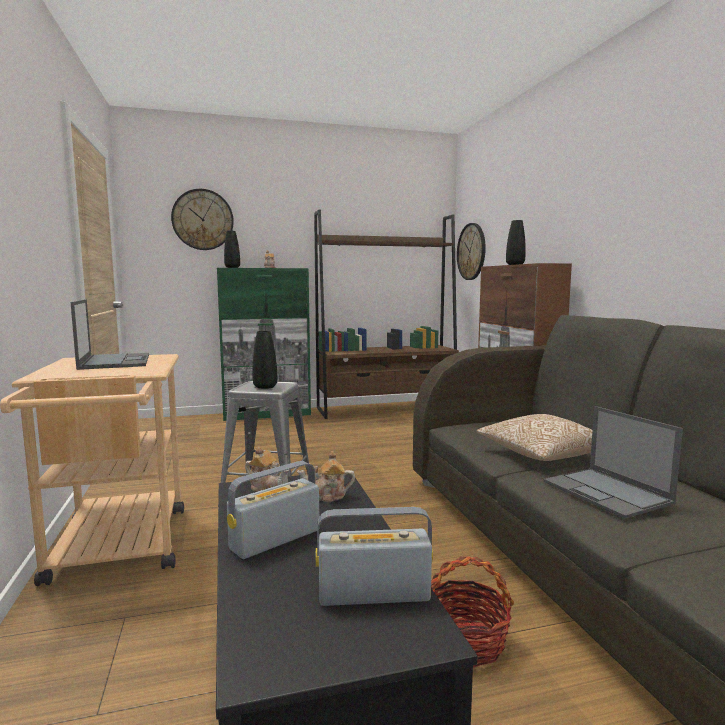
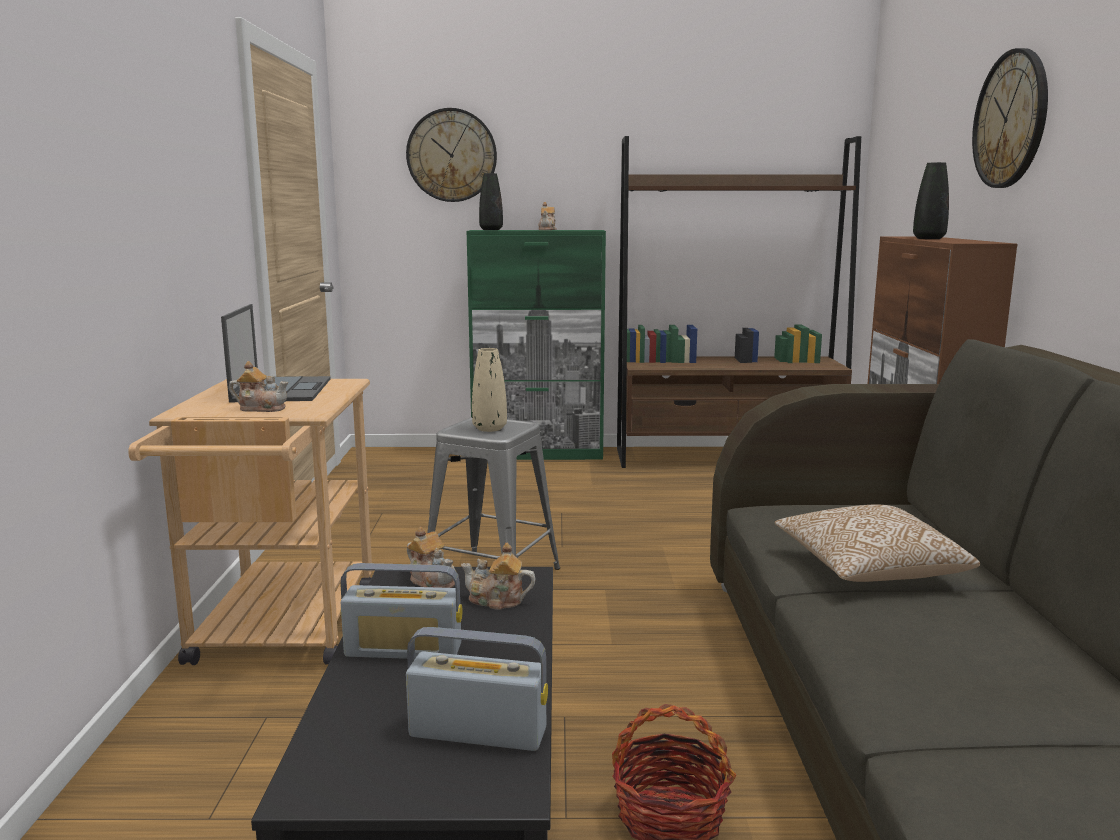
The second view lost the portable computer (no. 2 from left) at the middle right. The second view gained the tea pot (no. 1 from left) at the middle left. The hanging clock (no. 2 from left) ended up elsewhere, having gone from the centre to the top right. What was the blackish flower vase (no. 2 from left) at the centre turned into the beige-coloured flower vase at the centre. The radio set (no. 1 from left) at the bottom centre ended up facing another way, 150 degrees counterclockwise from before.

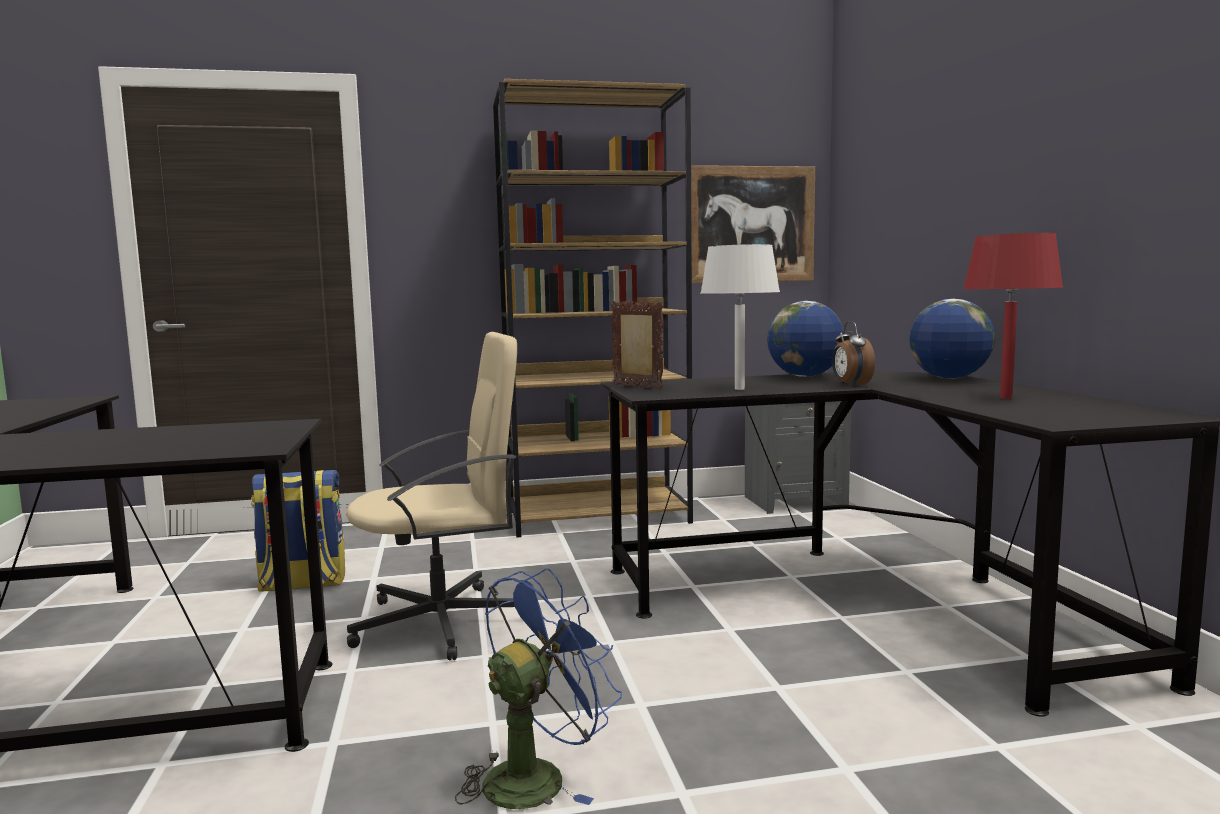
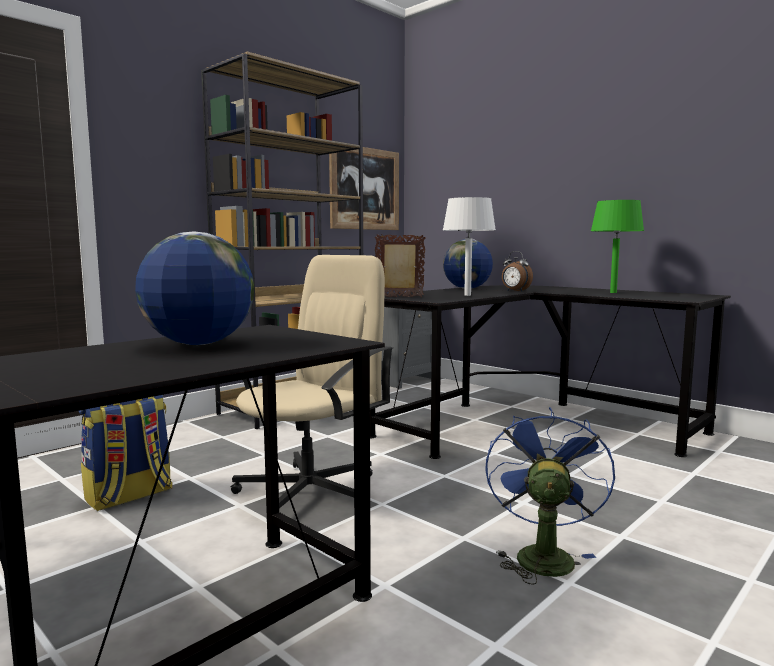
The desk globe (no. 2 from left in the first image) ended up elsewhere, having gone from the middle right to the middle left. What was the red-coloured lamp for a table at the middle right turned into the greenish lamp for a table at the middle right.

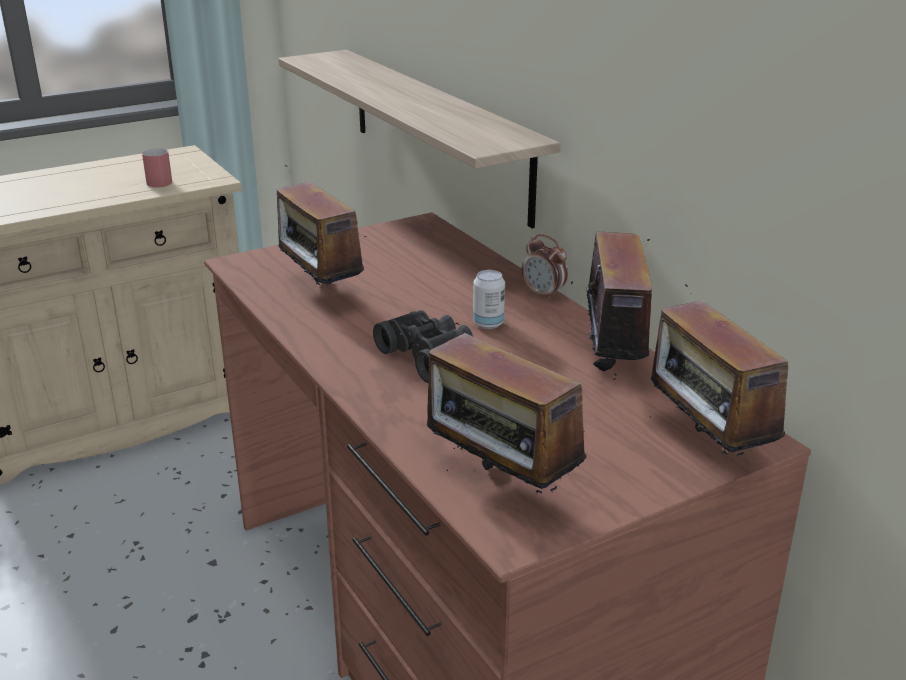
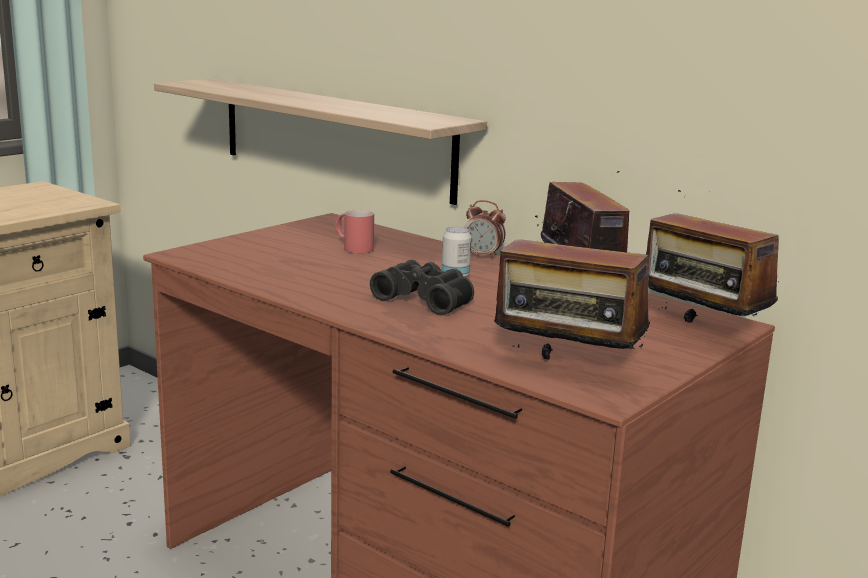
The second view lost the radio set (no. 1 from left) at the top centre. The red-coloured coffee mug ended up elsewhere, having gone from the top left to the centre.

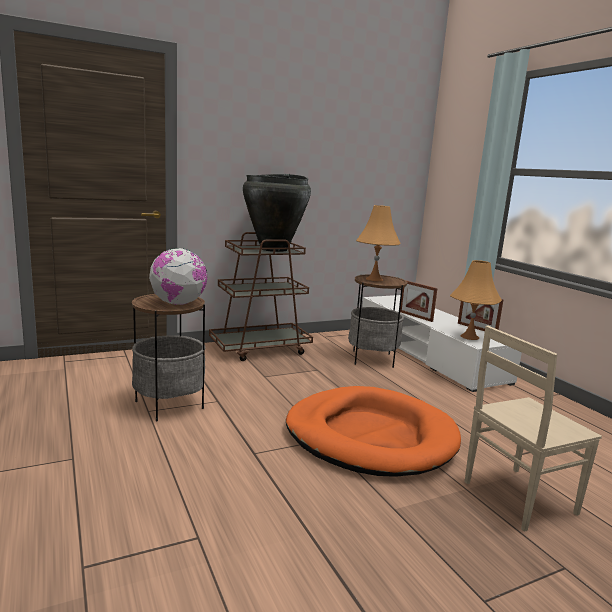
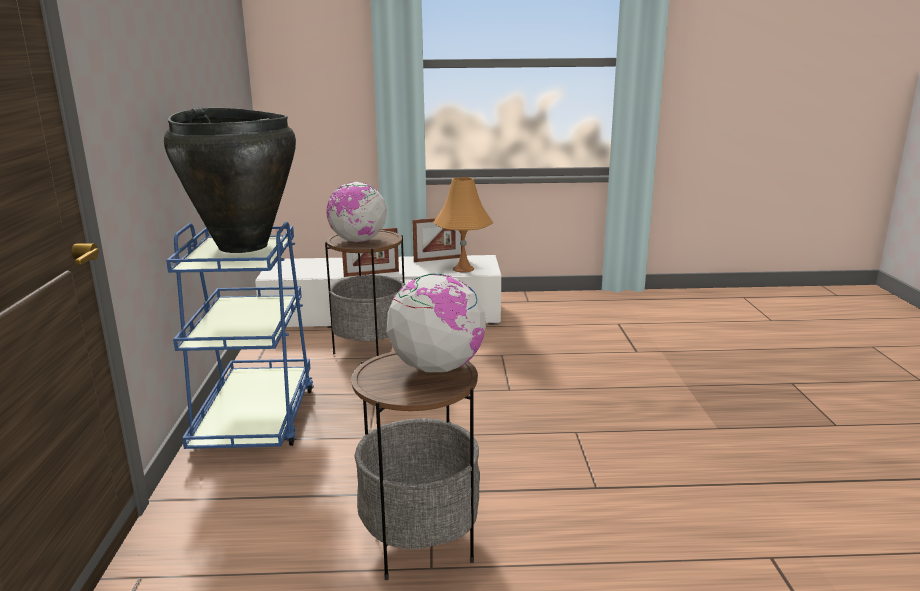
The second view lost the orange pet bed at the bottom centre. The second view lost the beige-coloured plain chair at the bottom right. Where the orange lamp for a table (no. 1 from left) stood at the centre, the desk globe (no. 1 from left) came to stand at the centre. What was the brown-coloured trolley at the centre turned into the blue trolley at the middle left.

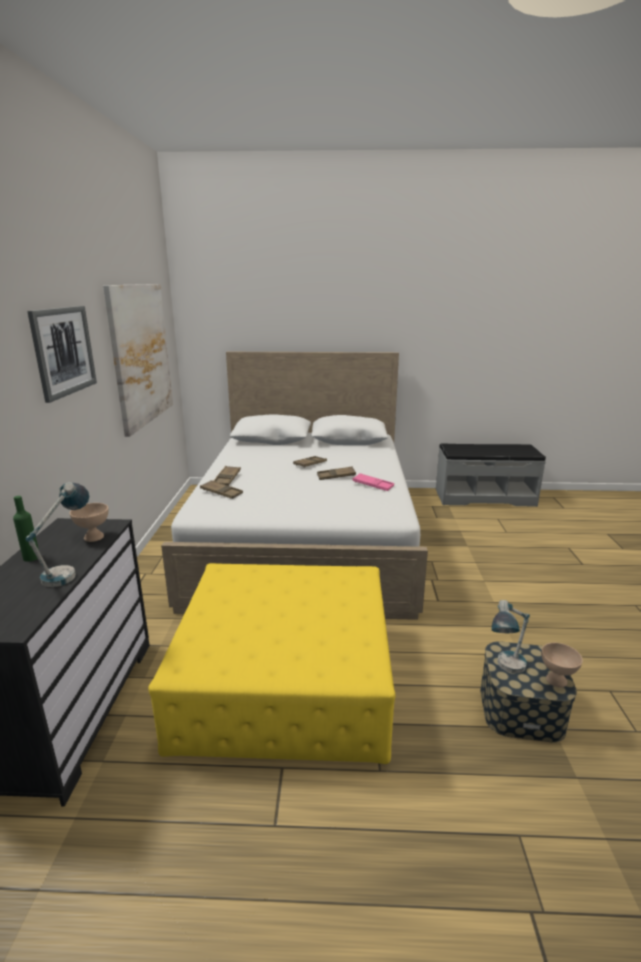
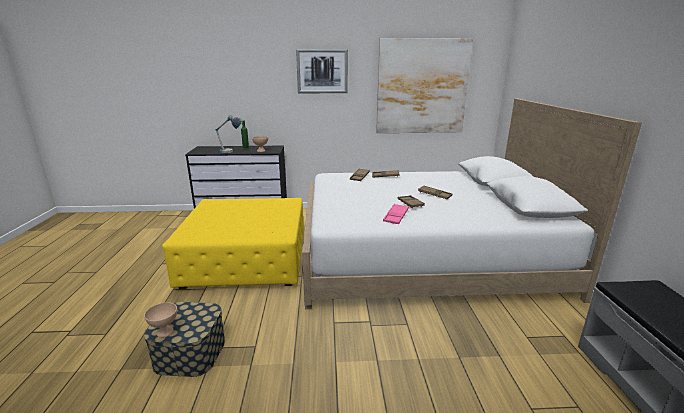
The second view lost the lamp for a table (no. 2 from left) at the middle right.

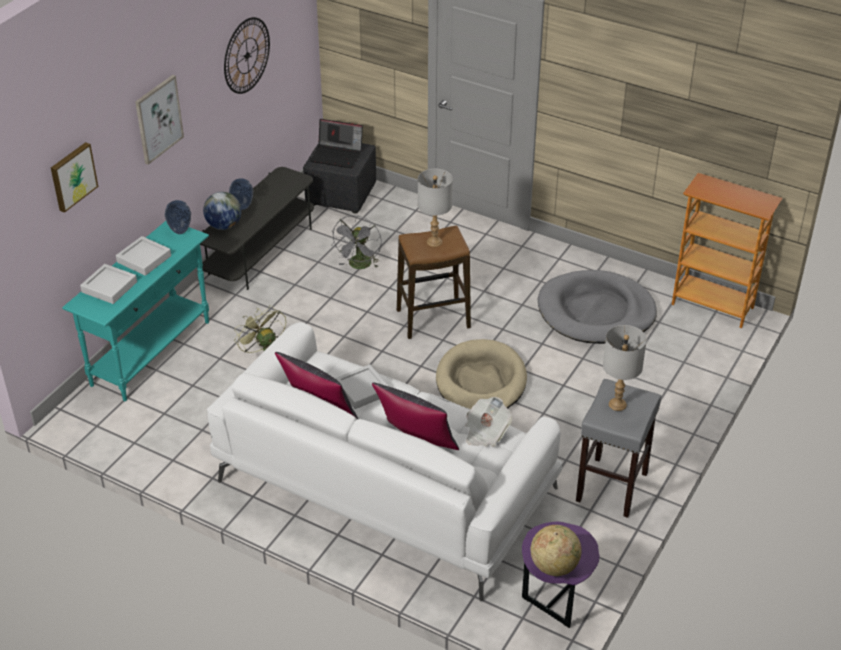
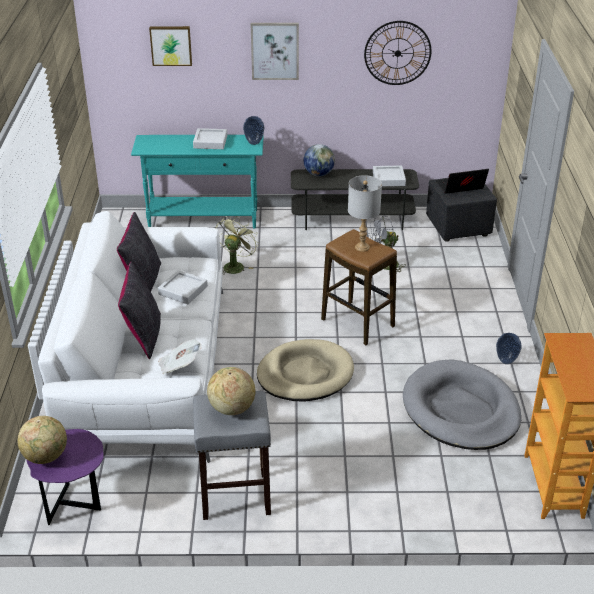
The greyish serving tray (no. 1 from left in the first image) ended up elsewhere, having gone from the middle left to the top centre. The flower vase (no. 2 from left) ended up elsewhere, having gone from the top left to the middle right. Where the greyish lamp for a table (no. 2 from left) stood at the middle right, the desk globe (no. 2 from left) came to stand at the centre. The portable computer at the top centre ended up facing another way, 90 degrees clockwise from before.

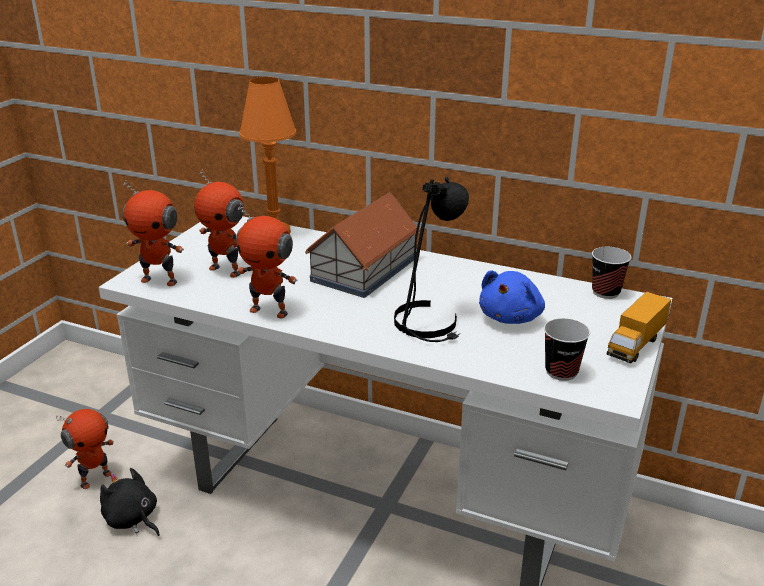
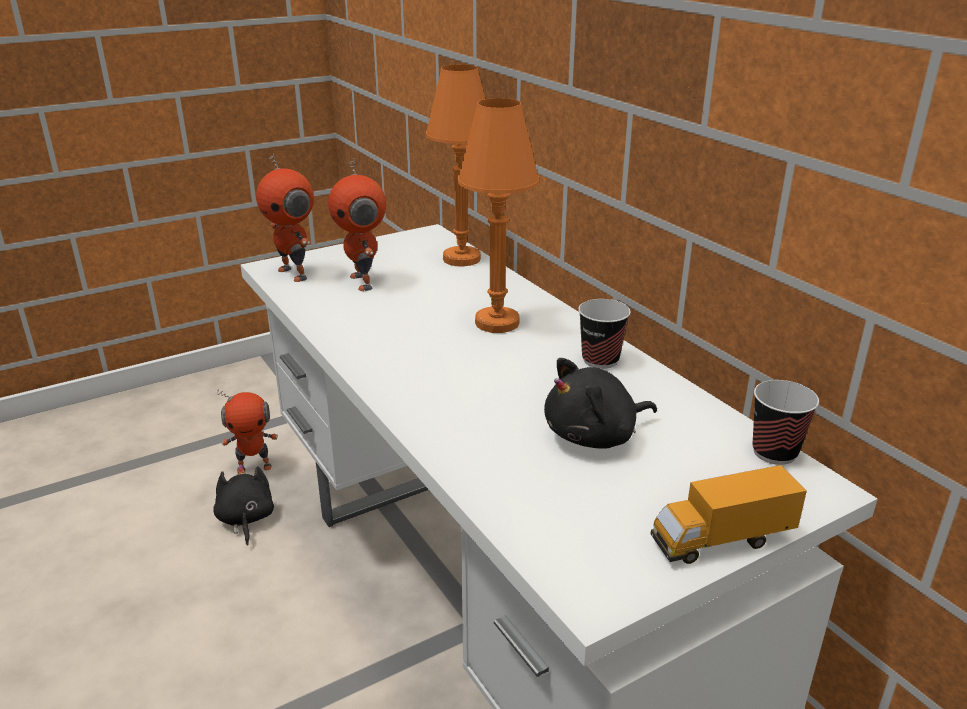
The second view lost the model robot (no. 4 from left) at the centre. The second view lost the blackish lamp for a table at the centre. The small cup (no. 1 from left) ended up elsewhere, having gone from the middle right to the centre. Where the miniature house stood at the centre, the orange lamp for a table (no. 2 from left) came to stand at the top centre. What was the blue cuddly toy at the middle right turned into the blackish cuddly toy (no. 2 from left) at the centre.

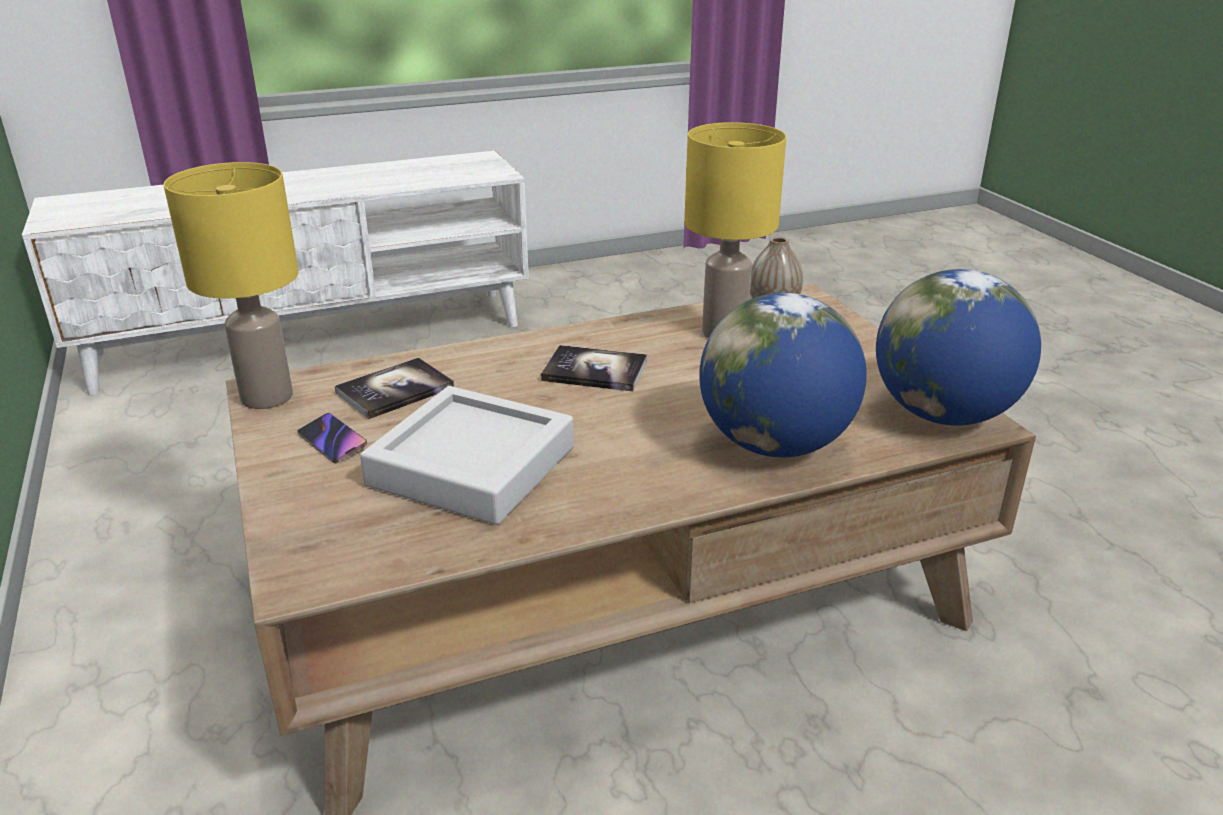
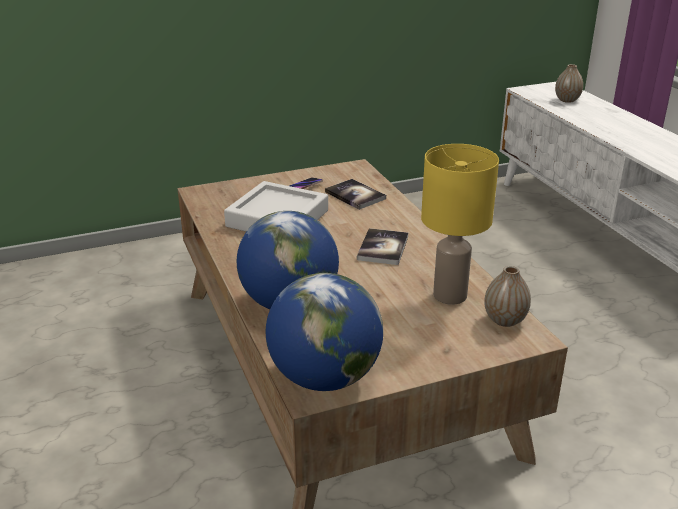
The second view lost the yellow lamp for a table (no. 1 from left) at the middle left. The second view gained the flower vase (no. 2 from left) at the top right.

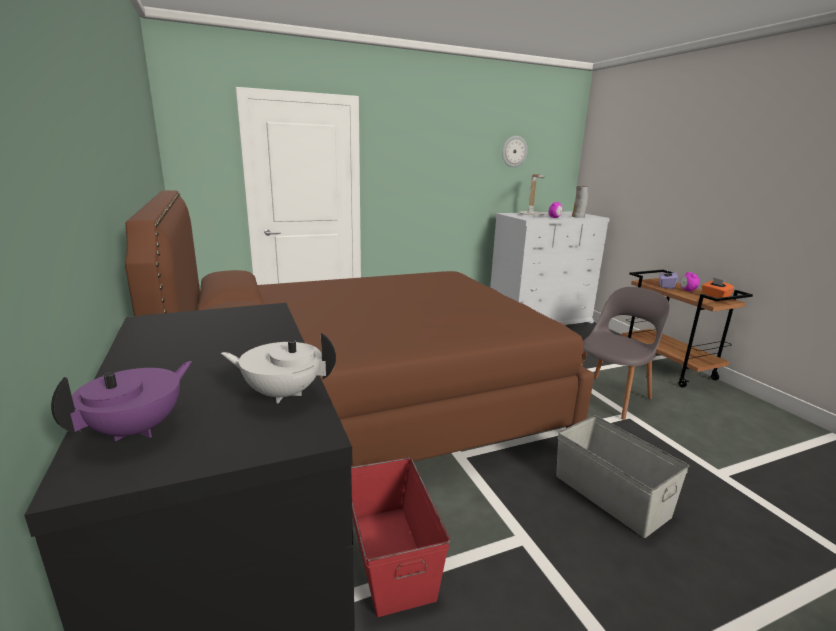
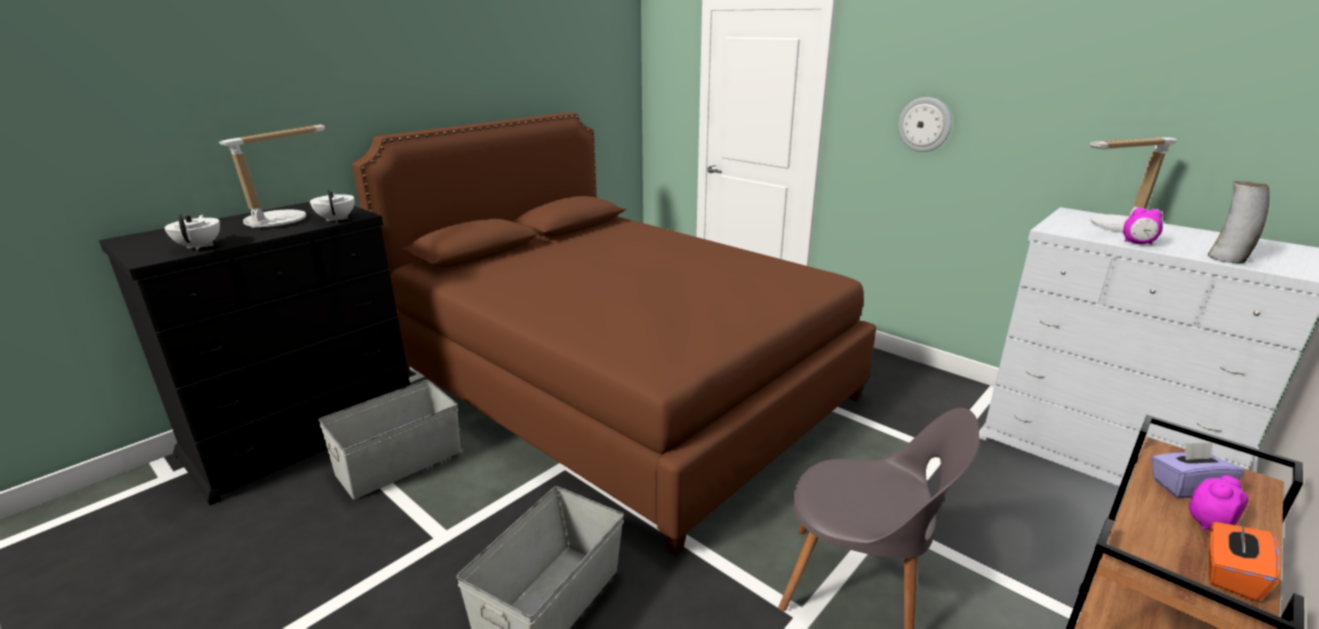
The second view lost the purple-coloured tea pot at the middle left. The second view gained the lamp for a table (no. 1 from left) at the top left. The second view gained the whitish tea pot (no. 2 from left) at the top left. The hanging clock ended up elsewhere, having gone from the top centre to the top right. What was the red-coloured storage container at the bottom centre turned into the greyish storage container (no. 1 from left) at the bottom left.

